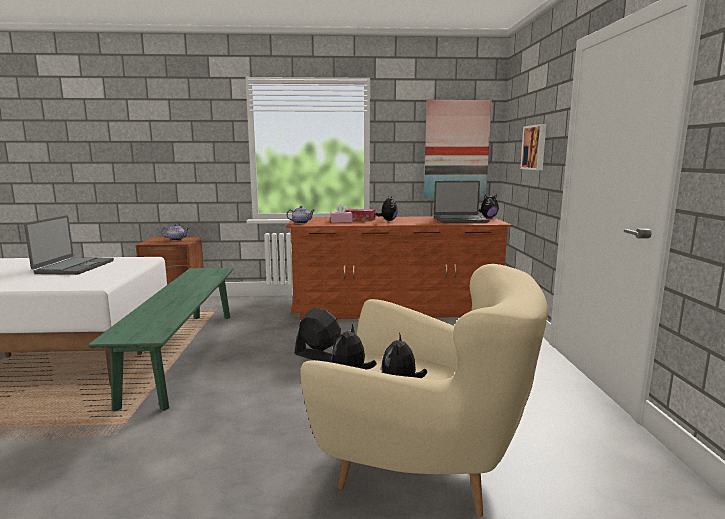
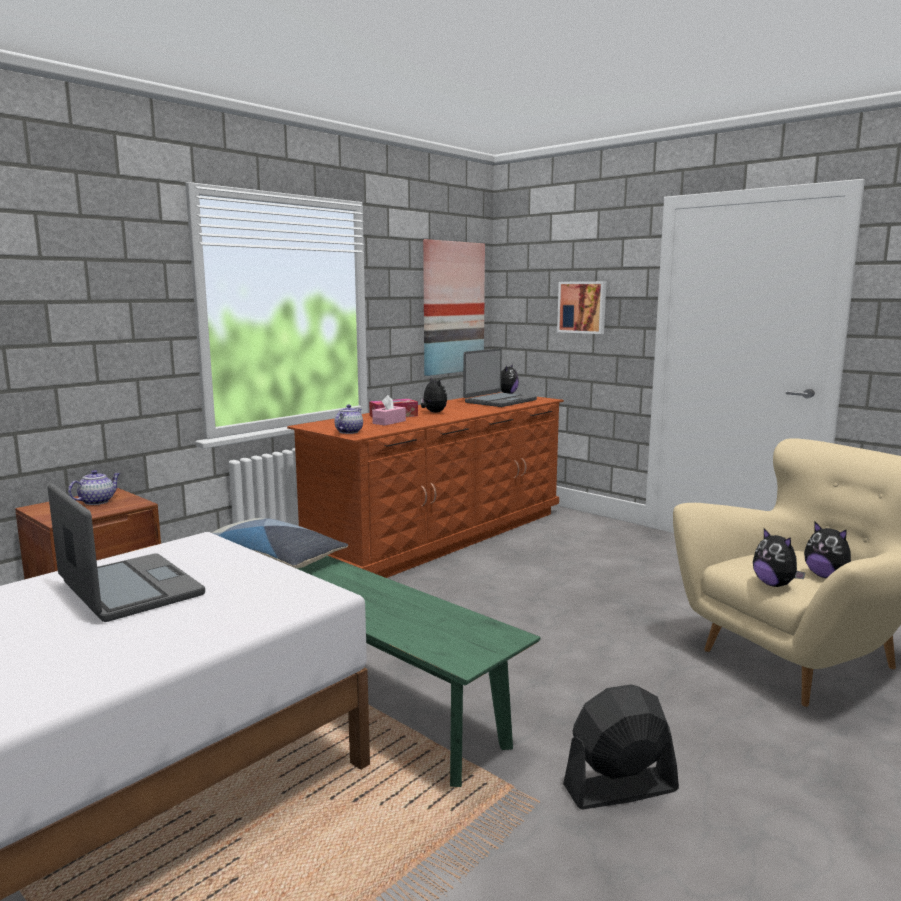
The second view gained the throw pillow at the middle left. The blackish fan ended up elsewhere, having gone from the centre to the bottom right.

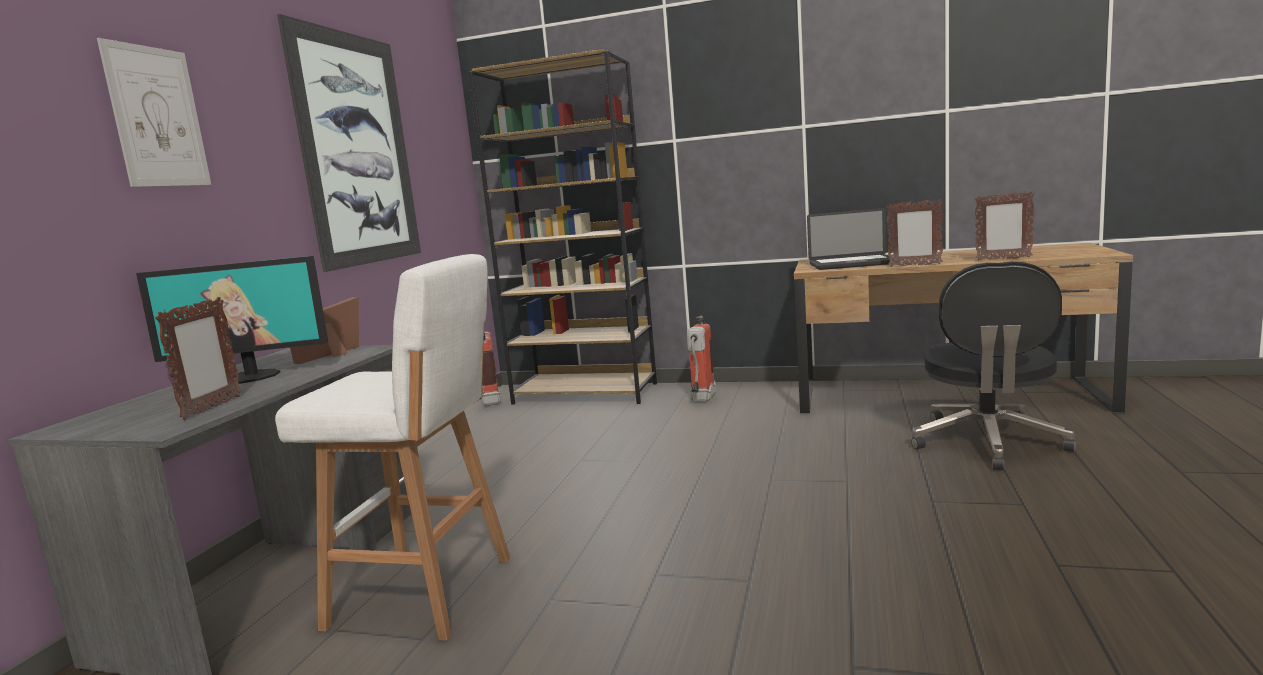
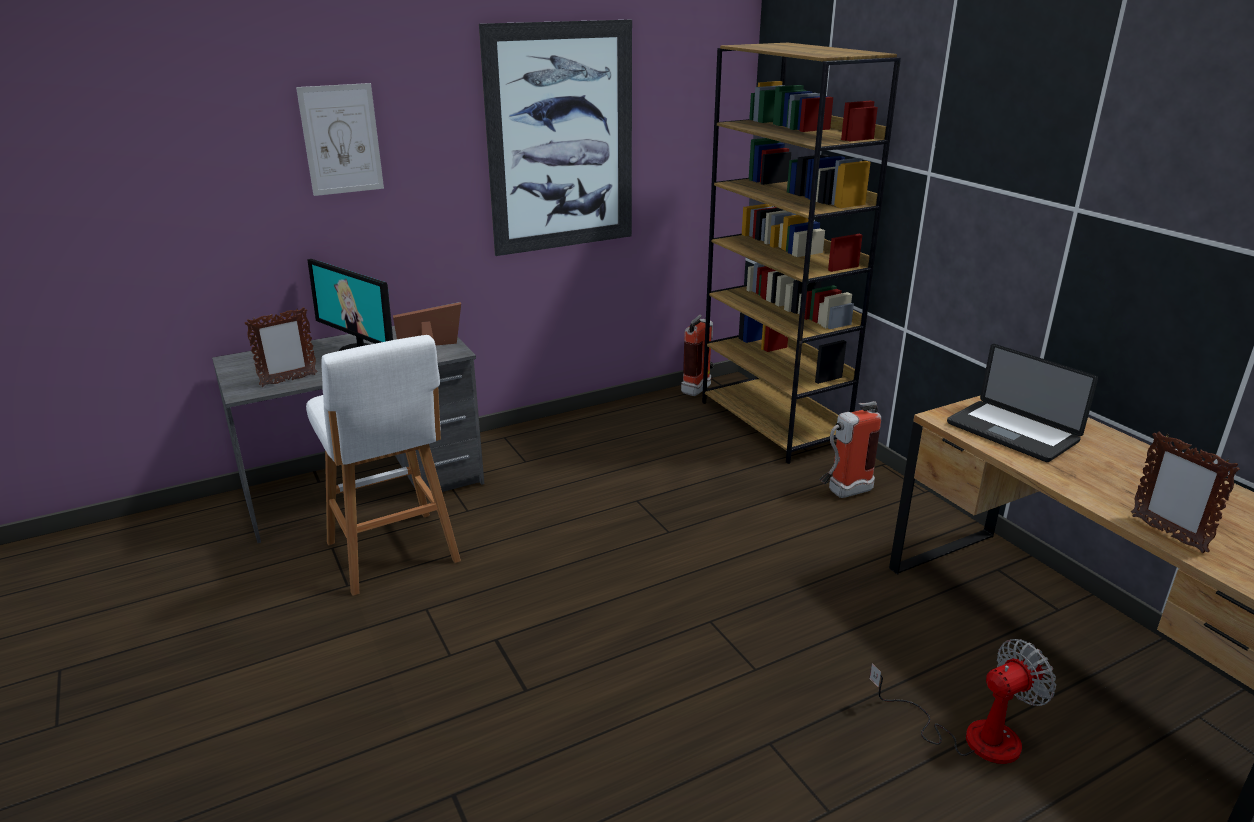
The second view lost the picture frame (no. 3 from left) at the middle right. Where the blackish office chair stood at the middle right, the fan came to stand at the bottom right.

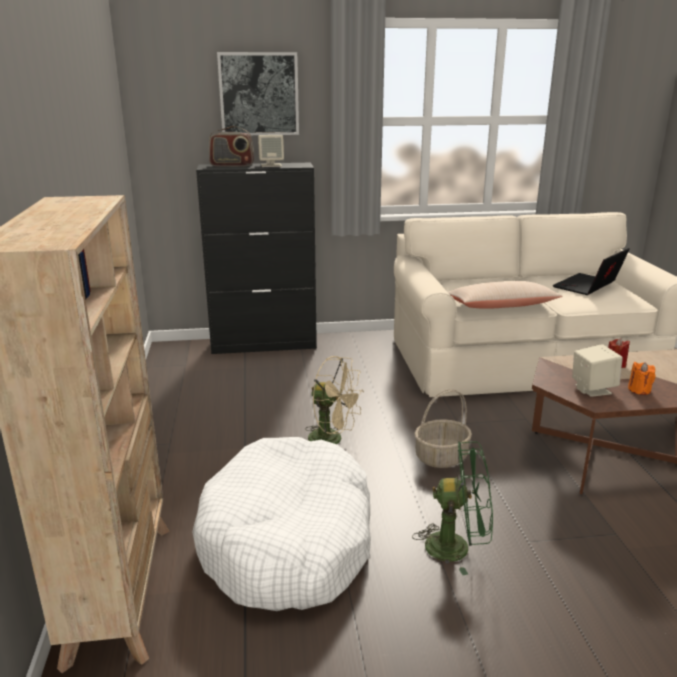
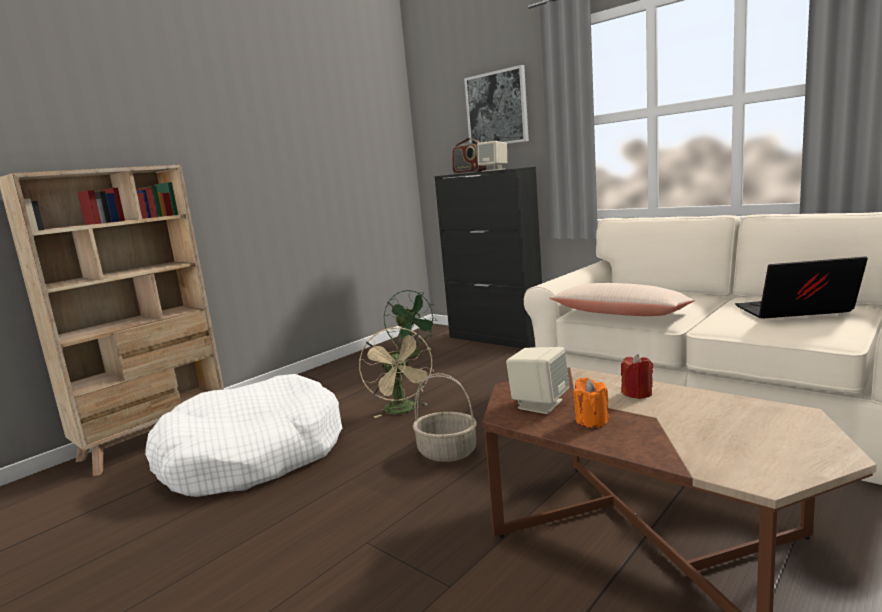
The greenish fan ended up elsewhere, having gone from the bottom right to the centre.

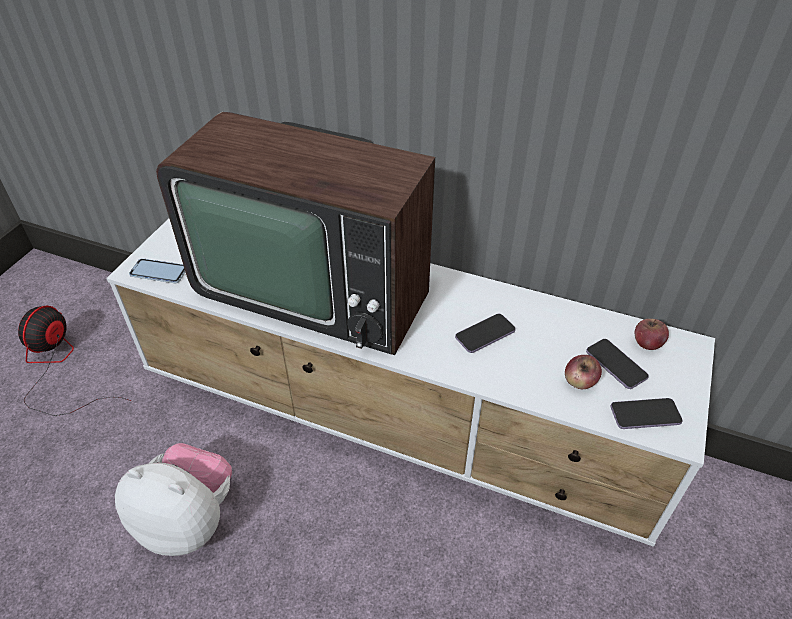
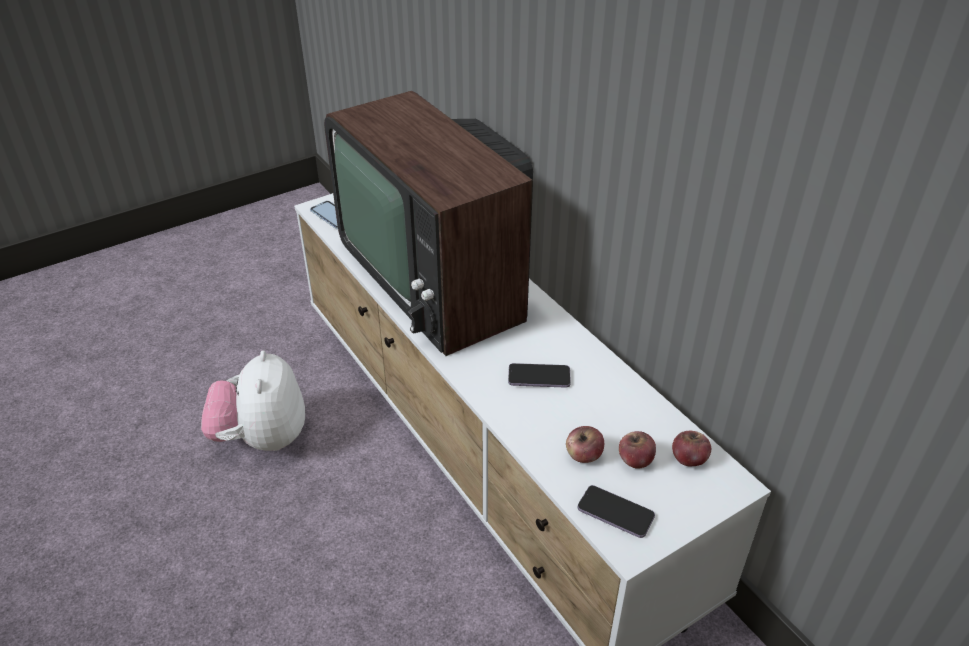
The second view lost the fan at the middle left. Where the phone (no. 3 from left) stood at the middle right, the whole apple (no. 2 from left) came to stand at the bottom centre. The cuddly toy at the bottom left ended up facing another way, 150 degrees counterclockwise from before.

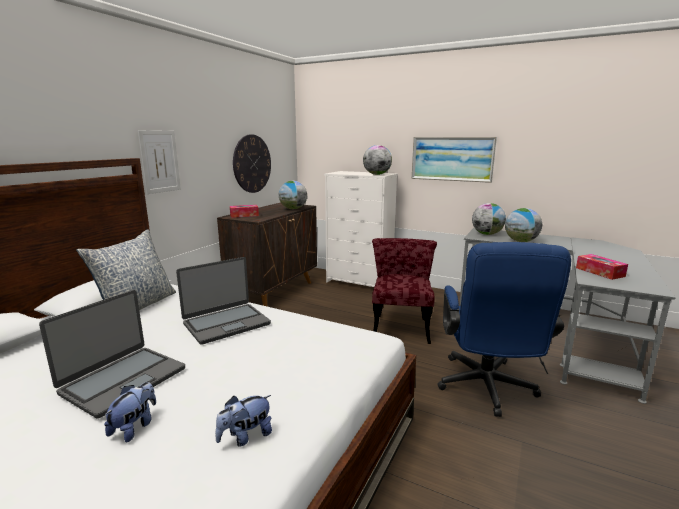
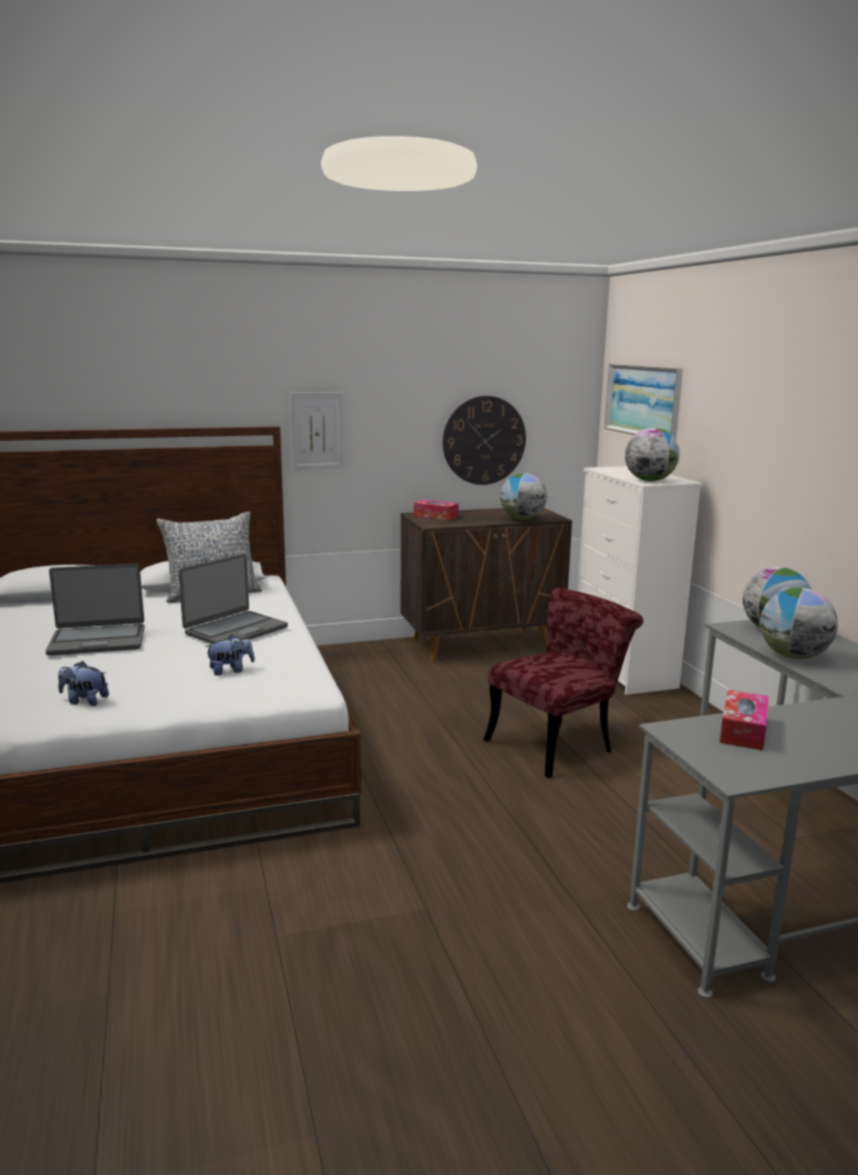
The second view lost the blue office chair at the middle right. The cuddly toy (no. 1 from left in the first image) ended up elsewhere, having gone from the bottom left to the middle left. The picture (no. 2 from left) ended up elsewhere, having gone from the top right to the middle right. The portable computer (no. 2 from left) at the middle left ended up facing another way, 60 degrees counterclockwise from before.

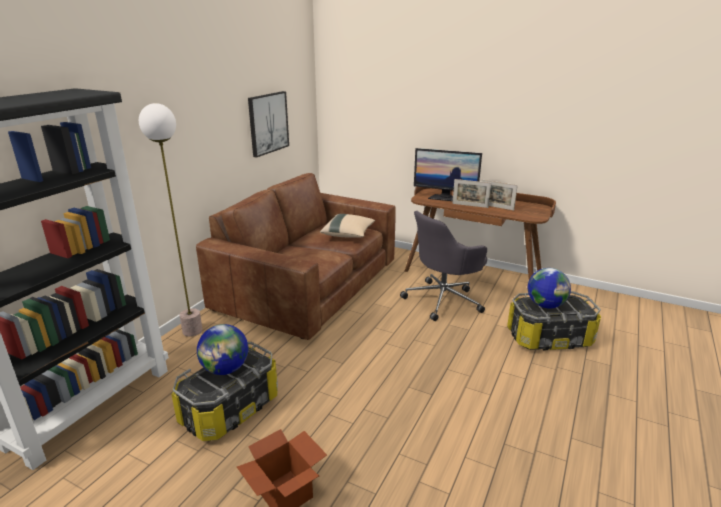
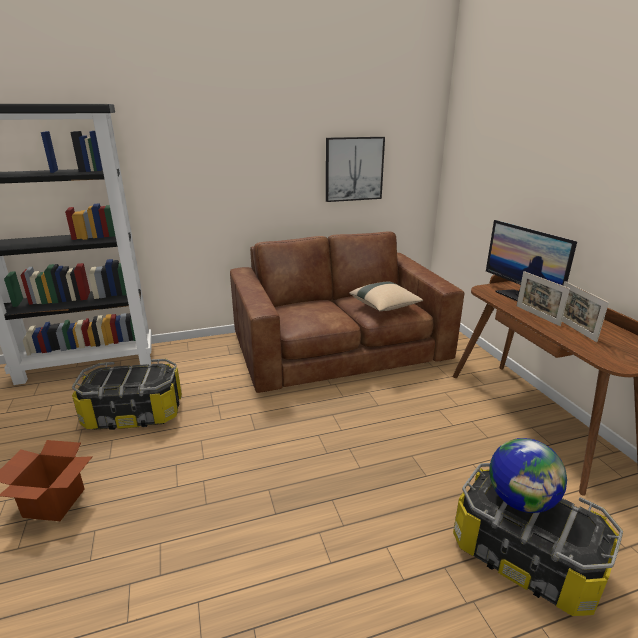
The second view lost the standard lamp at the middle left. The second view lost the desk globe (no. 1 from left) at the bottom left. The second view lost the greyish office chair at the centre.

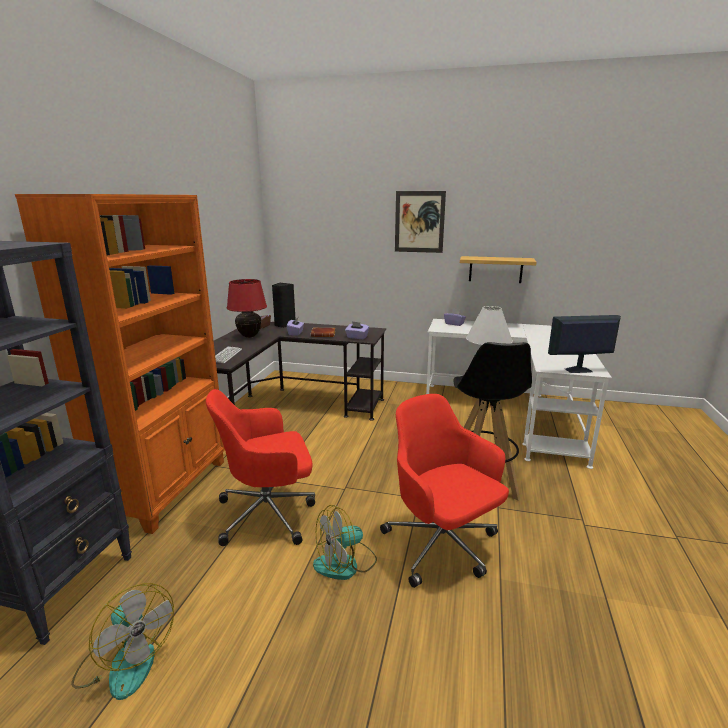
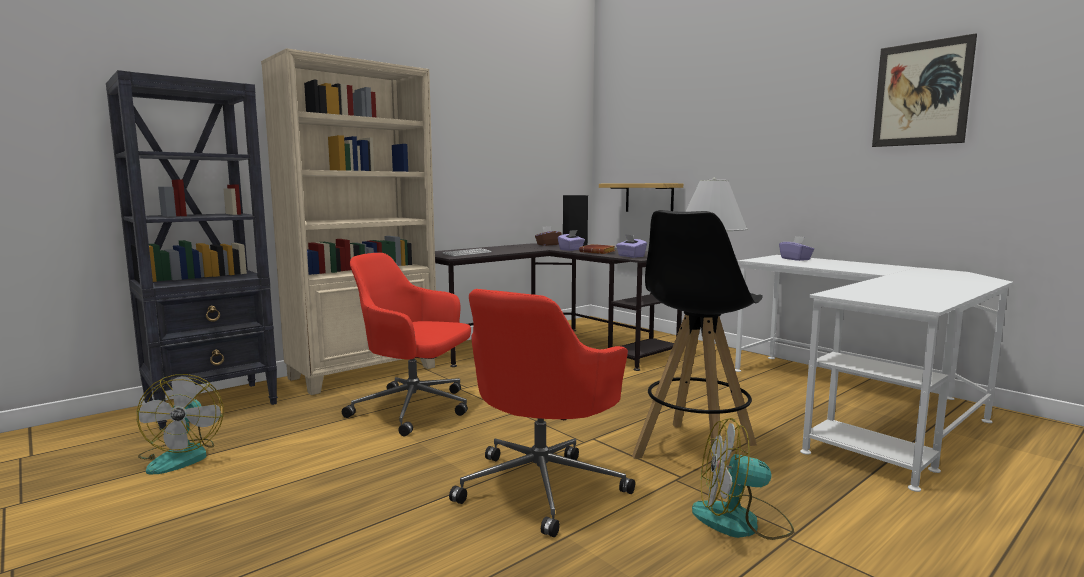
The second view lost the red-coloured lamp for a table at the centre. The second view lost the computer screen at the middle right. The fan (no. 2 from left) ended up elsewhere, having gone from the bottom centre to the bottom right. The picture ended up elsewhere, having gone from the top centre to the top right. The wall shelf ended up elsewhere, having gone from the middle right to the centre. What was the orange bookshelf at the middle left turned into the beige-coloured bookshelf at the middle left. The red-coloured office chair (no. 2 from left) at the bottom centre ended up facing another way, 150 degrees counterclockwise from before.

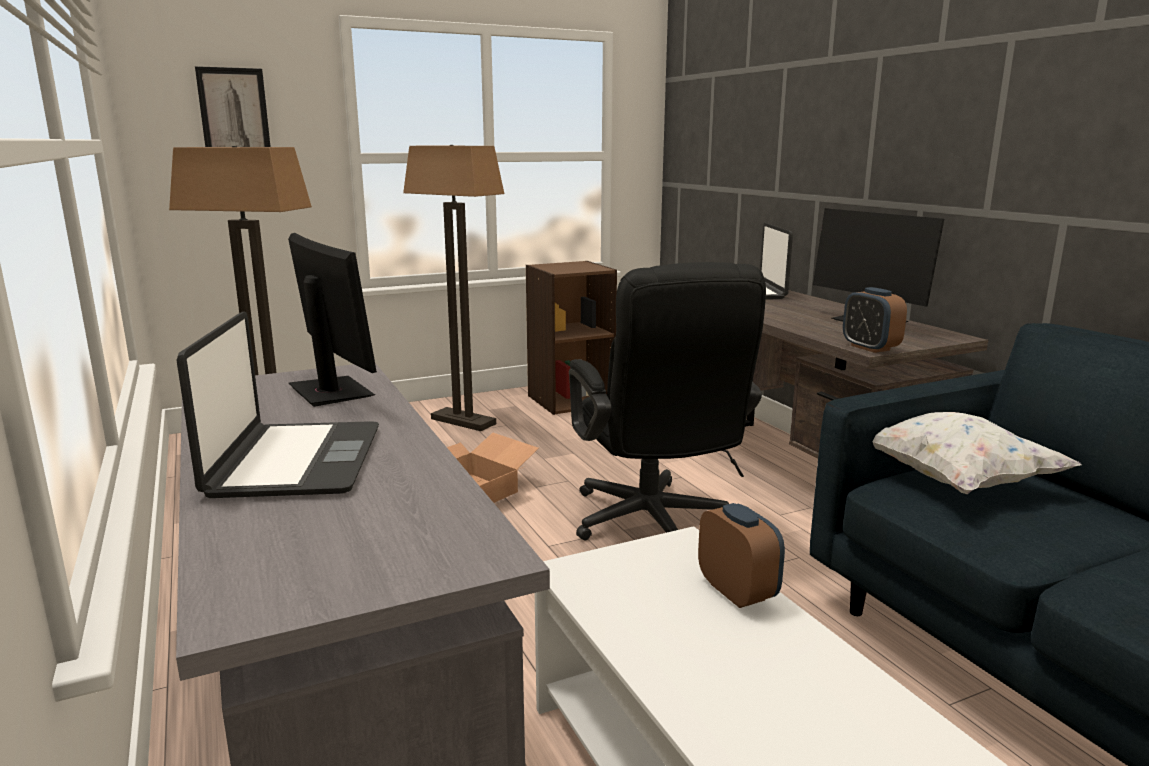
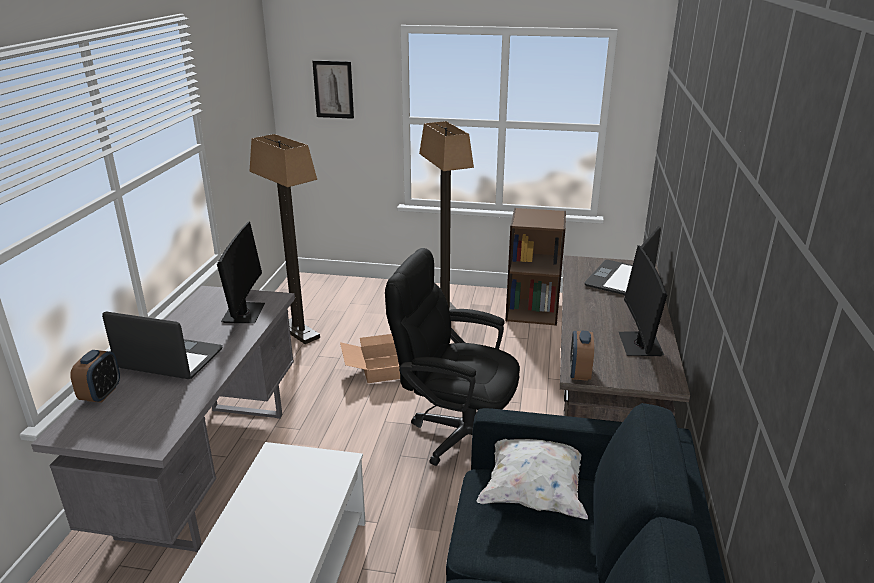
The alarm clock (no. 1 from left) ended up elsewhere, having gone from the bottom centre to the middle left. The portable computer (no. 1 from left) at the middle left ended up facing another way, 105 degrees counterclockwise from before. The blackish office chair at the centre ended up facing another way, 90 degrees clockwise from before.

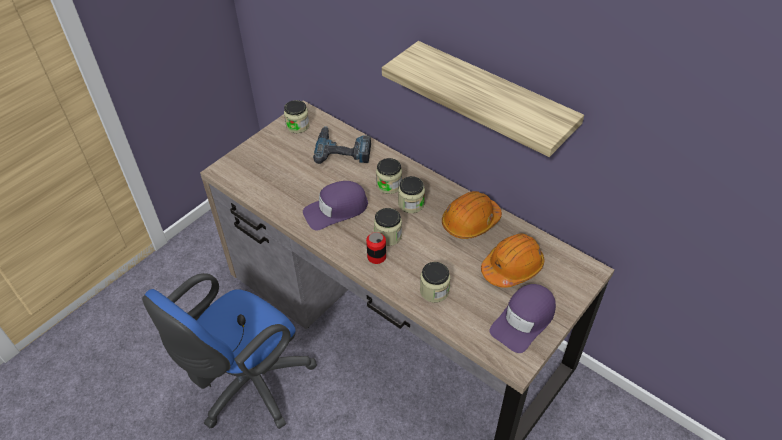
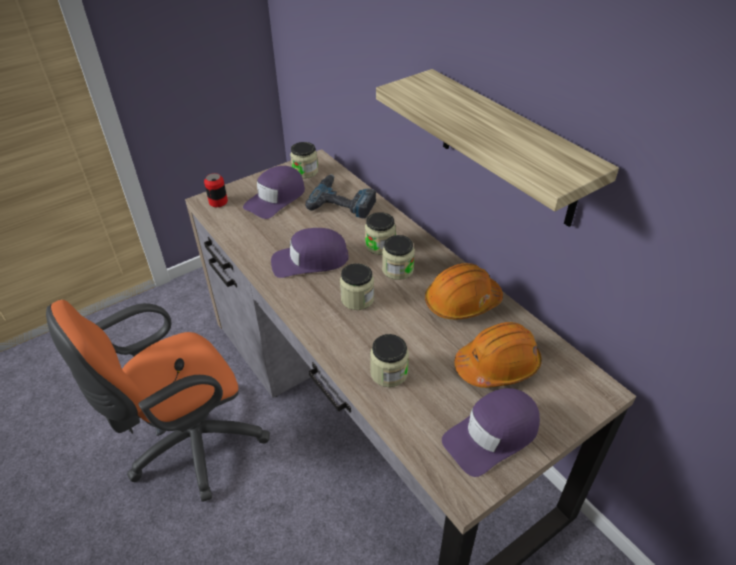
The second view gained the purple-coloured cap (no. 1 from left) at the centre. The can ended up elsewhere, having gone from the centre to the middle left. What was the blue office chair at the bottom left turned into the orange office chair at the bottom left.

